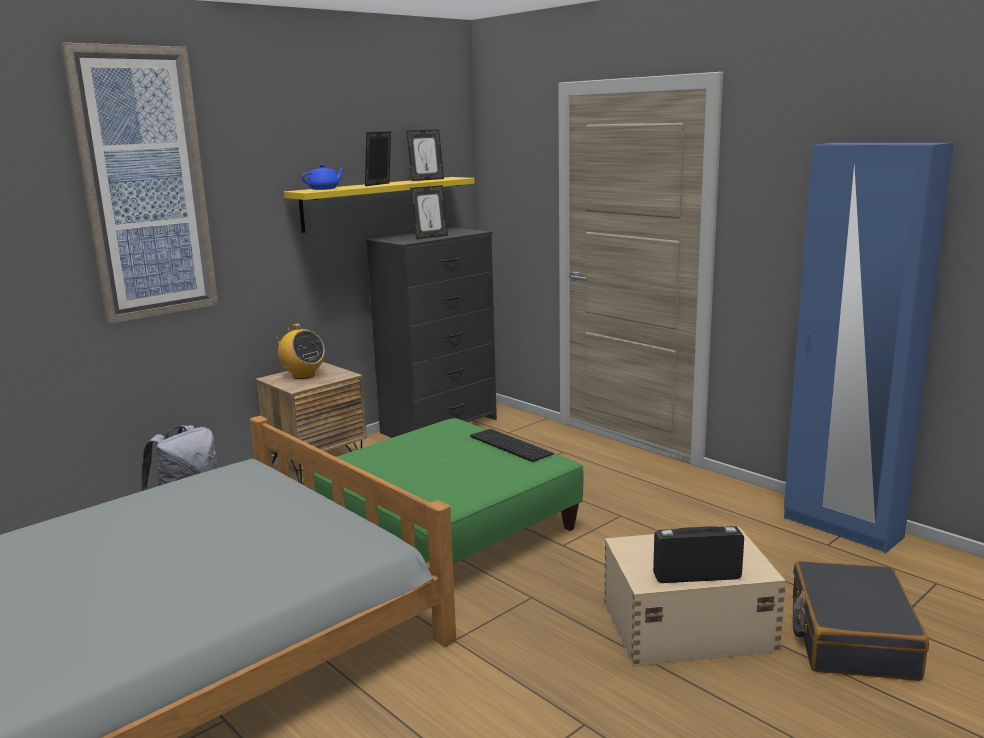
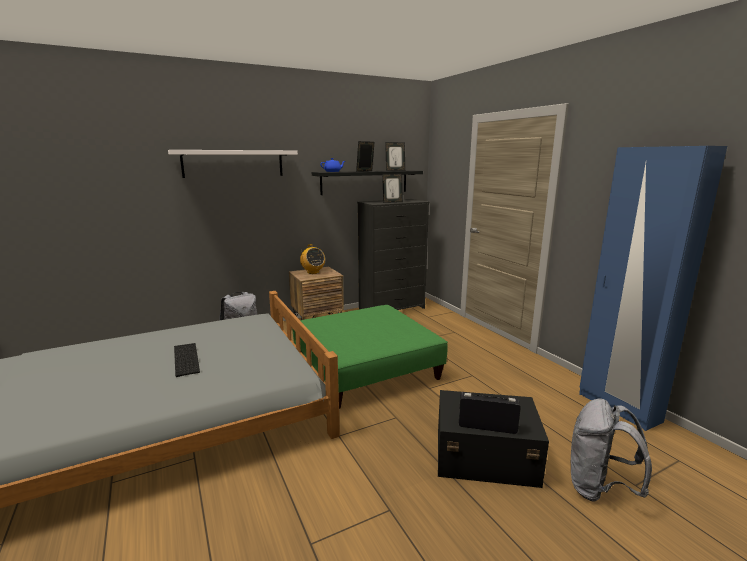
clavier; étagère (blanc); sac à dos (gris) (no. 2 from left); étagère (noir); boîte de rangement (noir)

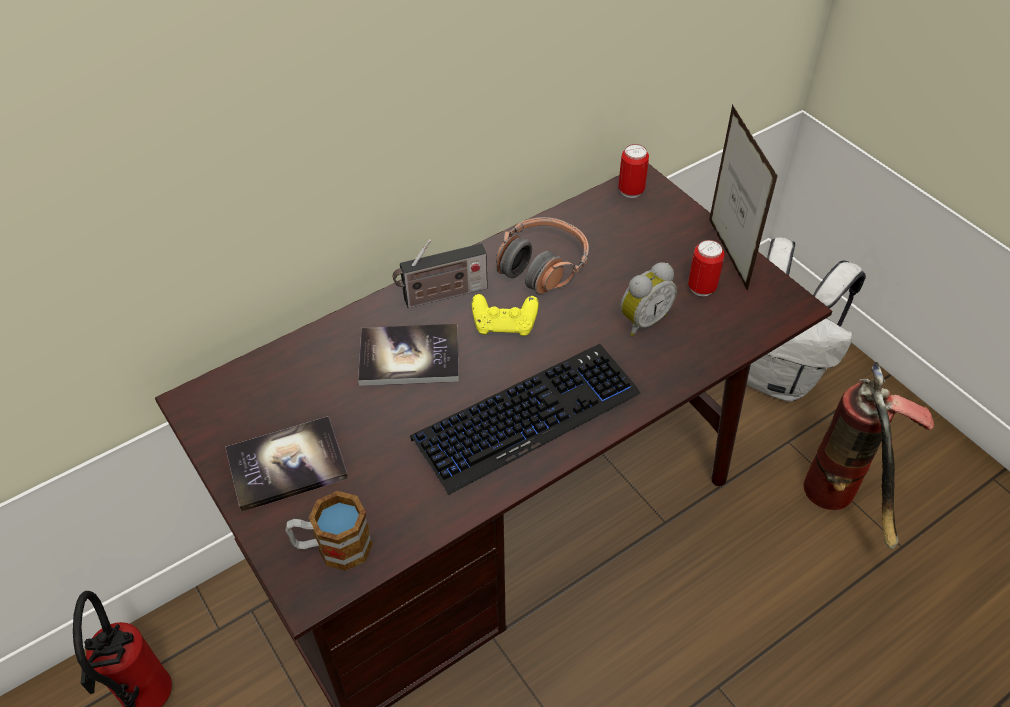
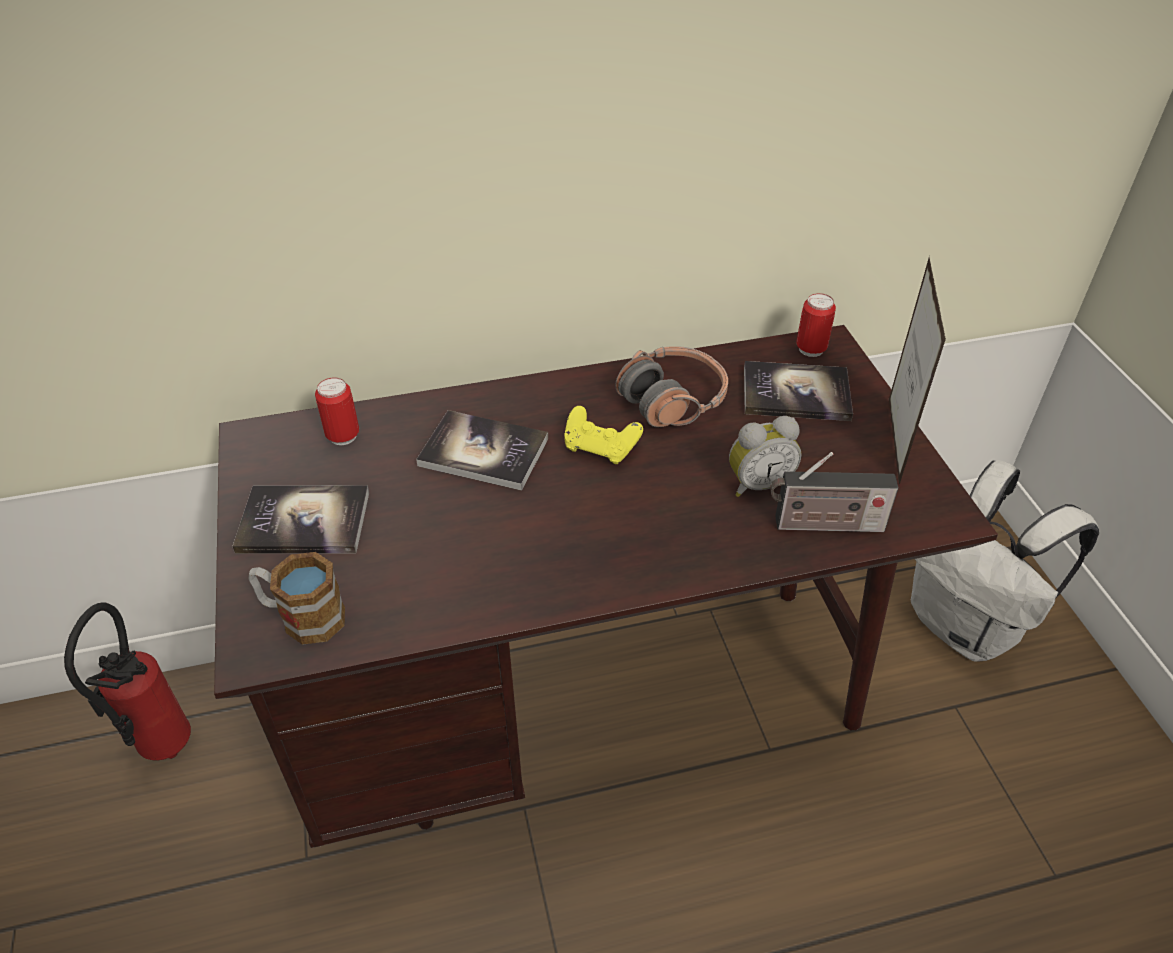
clavier; extincteur (no. 2 from left in the first image); livre (no. 3 from left); radio; boîte métallique (no. 1 from left)

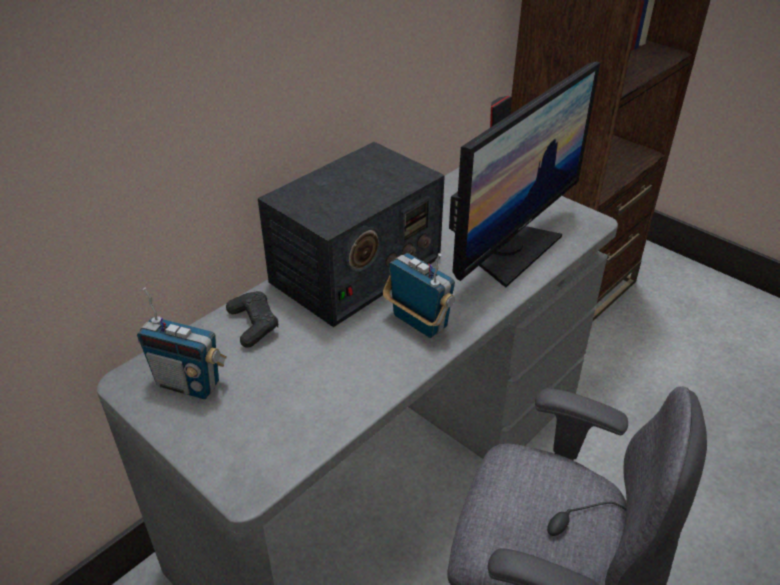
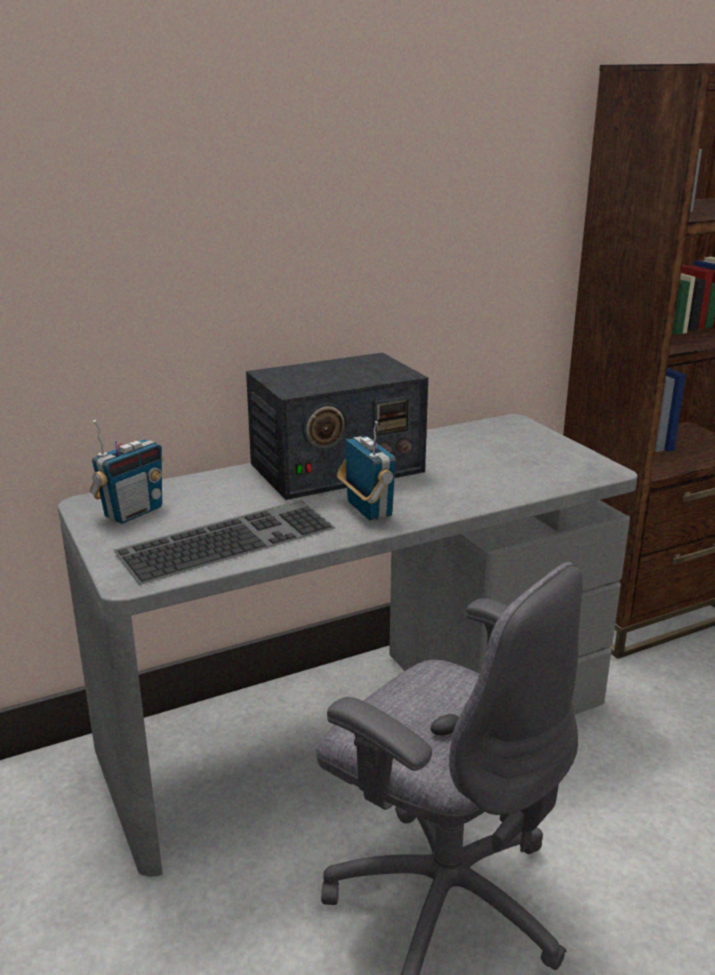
manette (noir); écran d'ordinateur; clavier; radio (no. 1 from left)

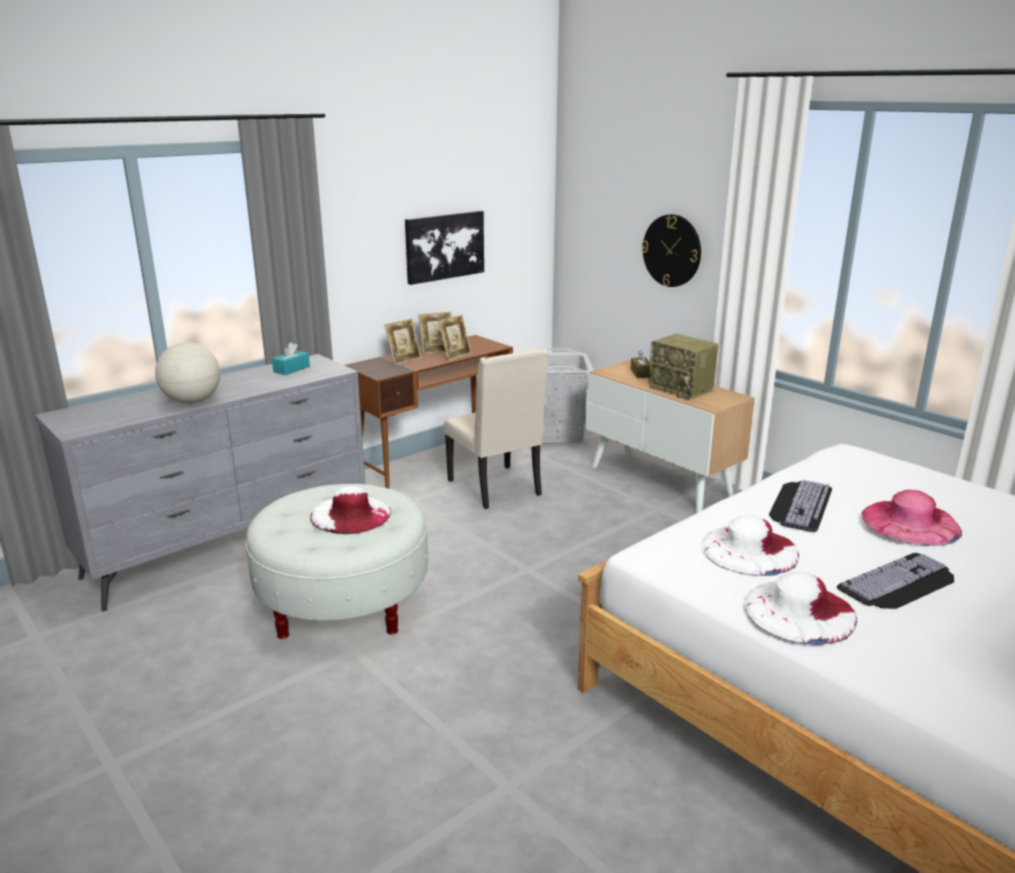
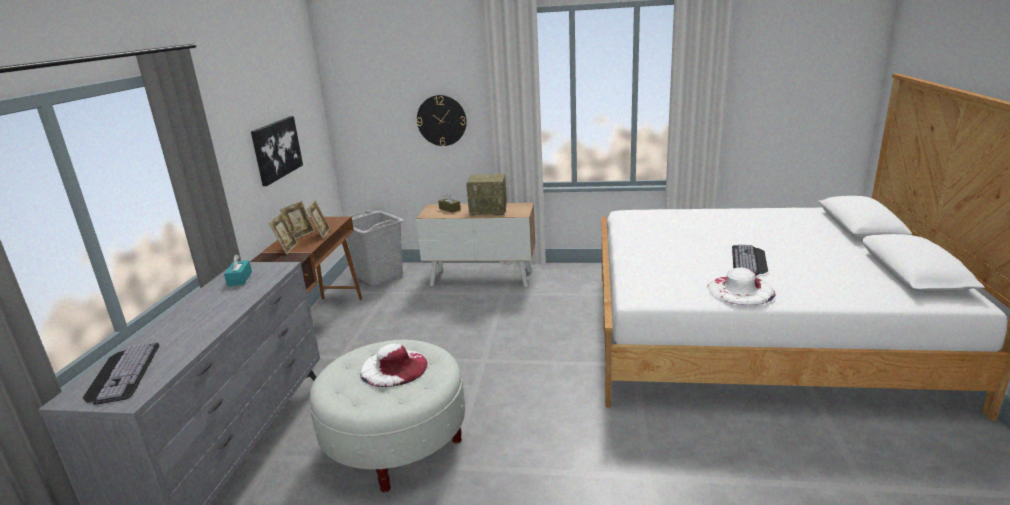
globe; chaise (beige); chapeau (blanc) (no. 2 from left in the first image); chapeau (rose); clavier (no. 1 from left)

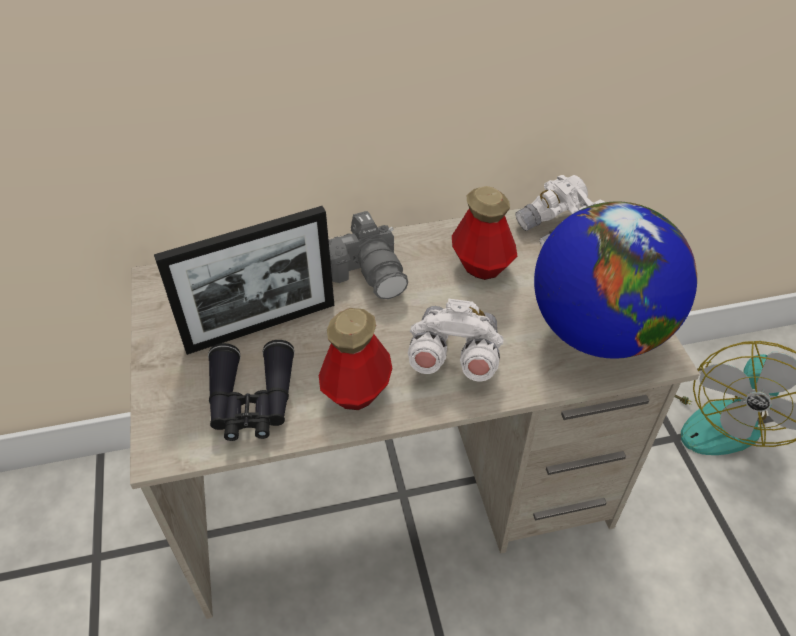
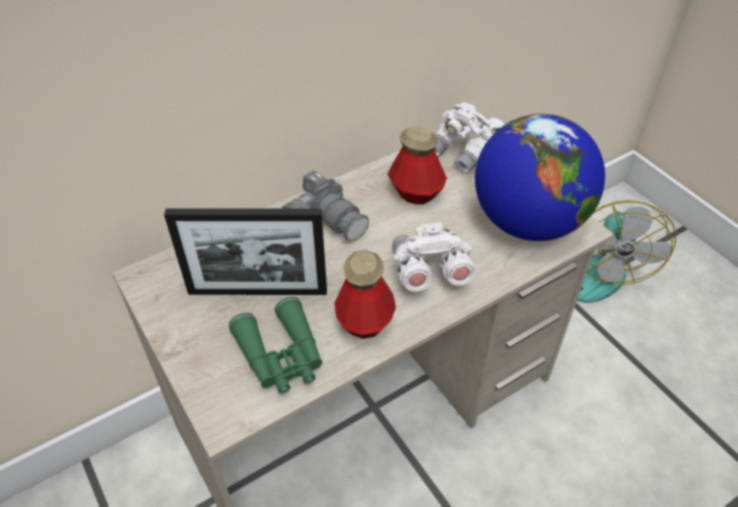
jumelles (vert); cadre photo

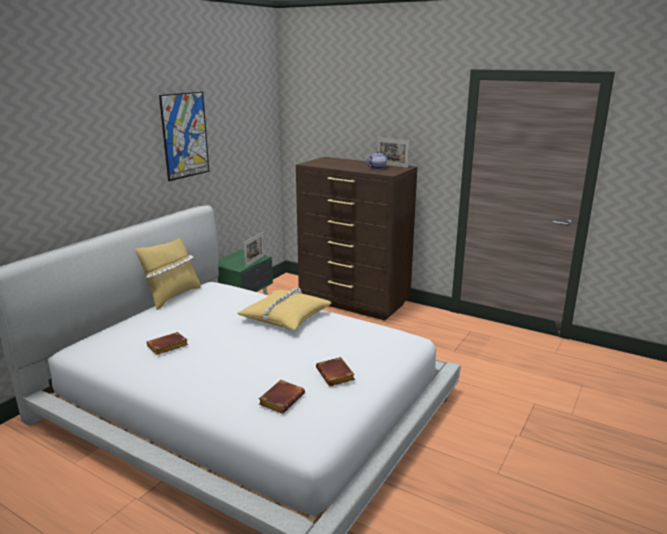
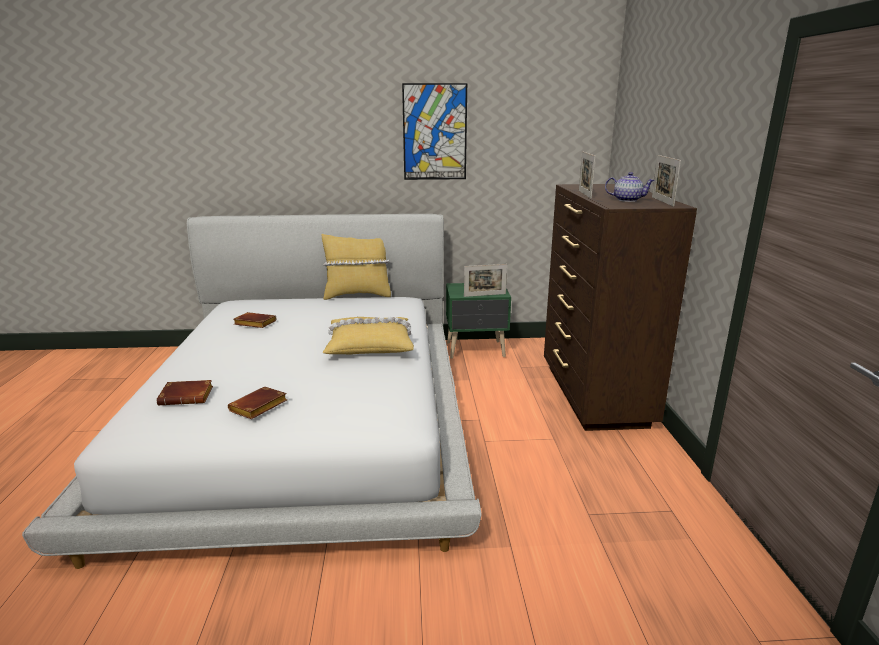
cadre photo (no. 2 from left)

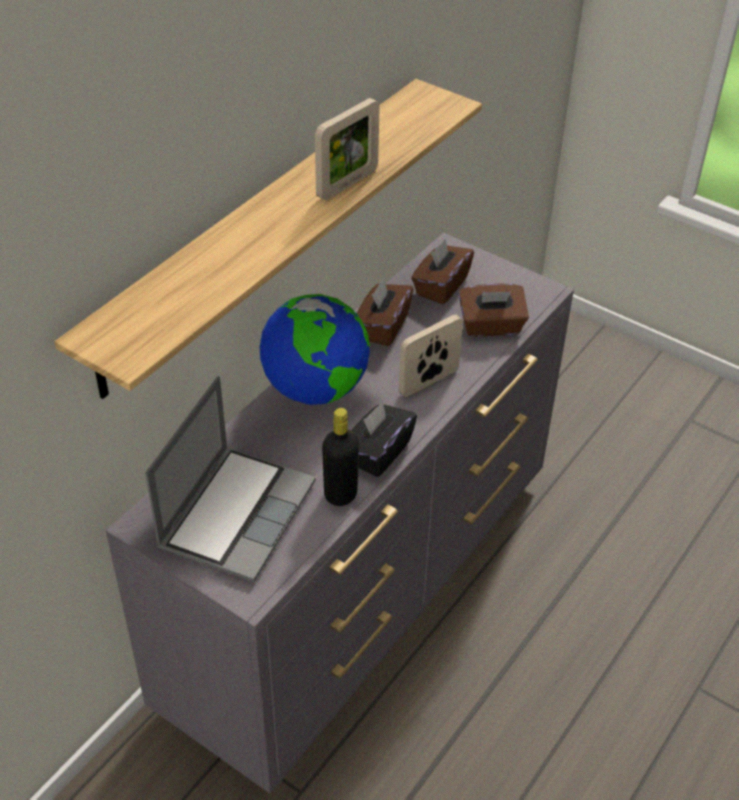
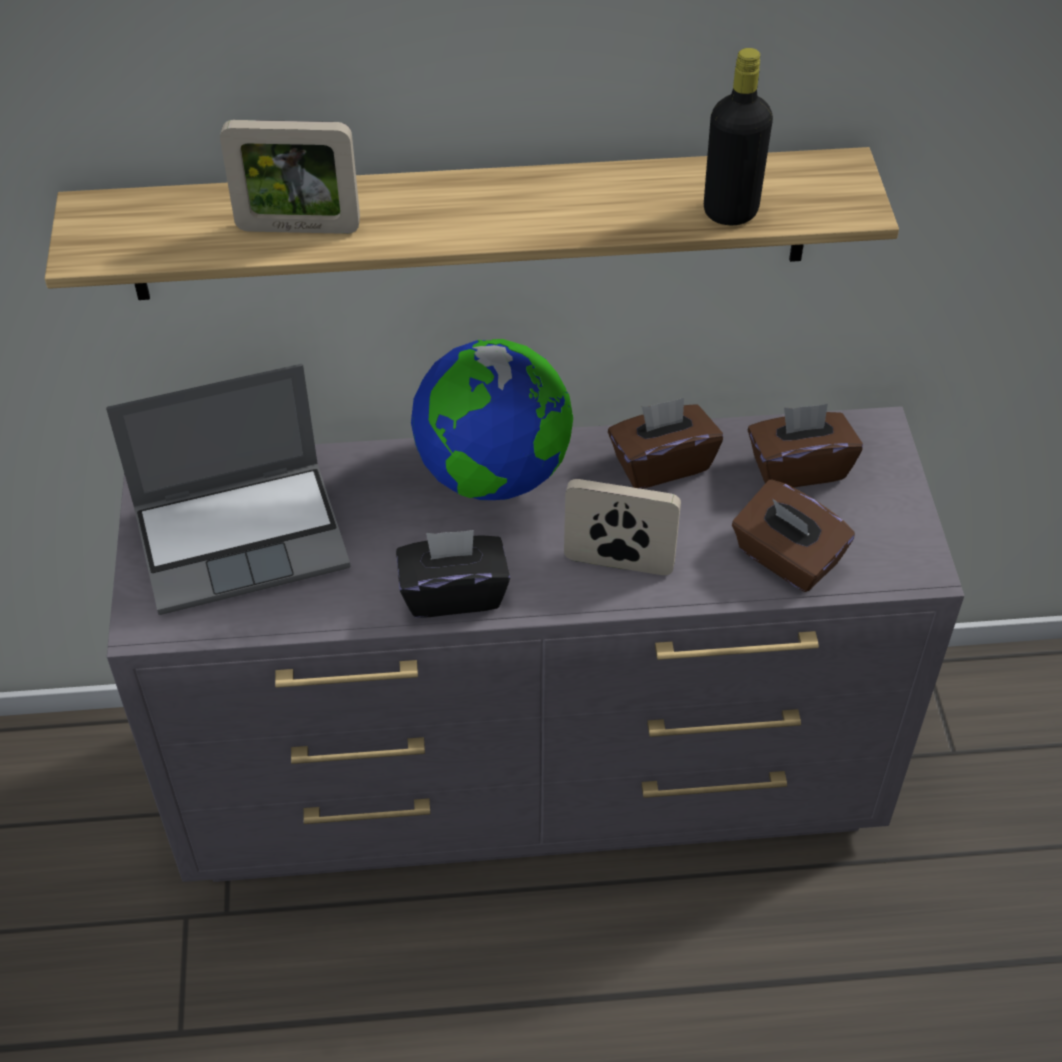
cadre photo (no. 1 from left); bouteille (noir)

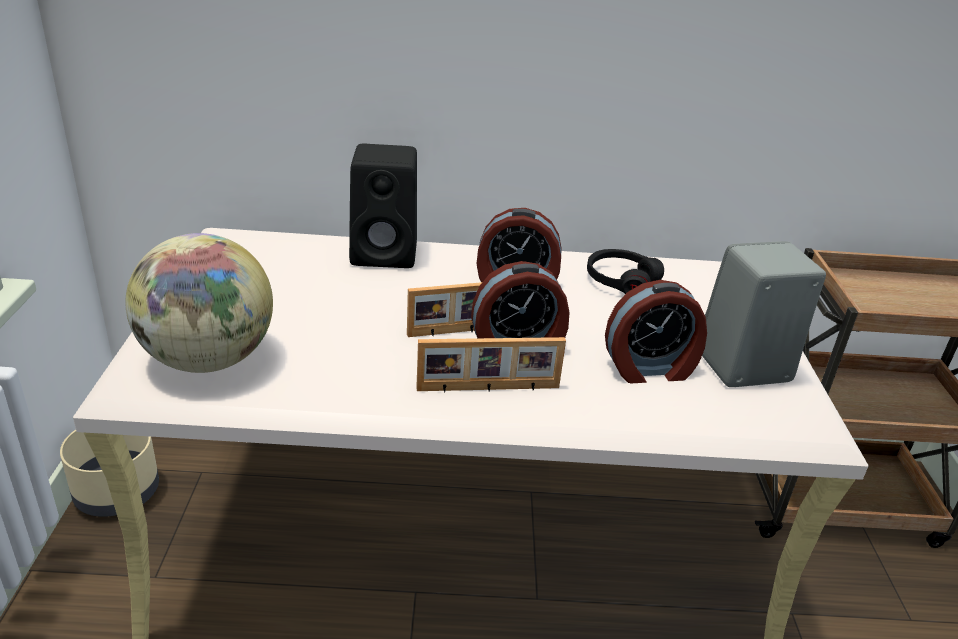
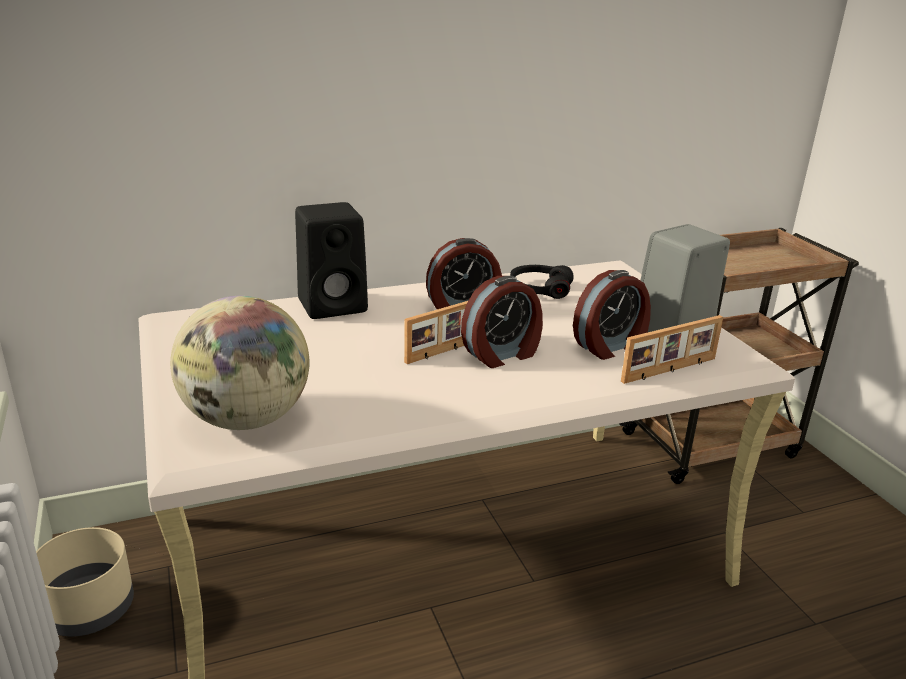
cadre photo (no. 2 from left)

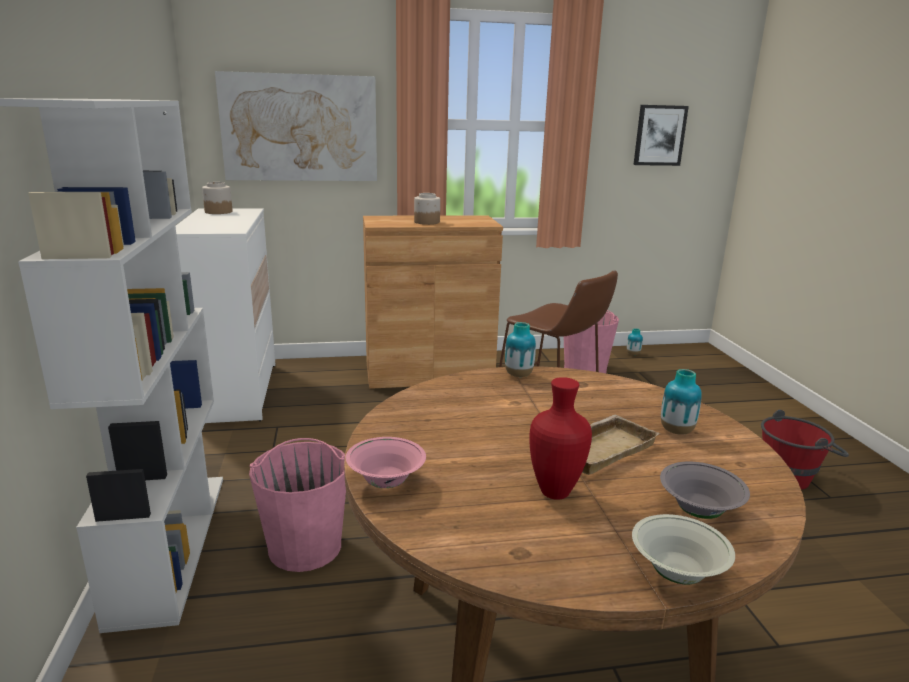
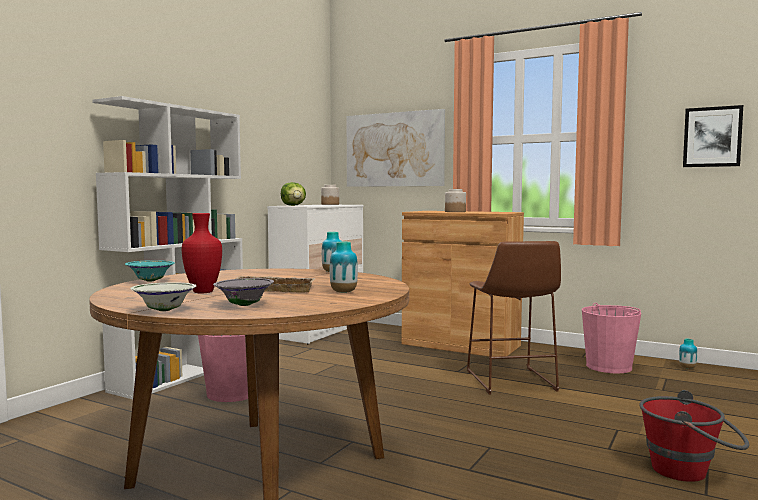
laitue; bol (turquoise)

